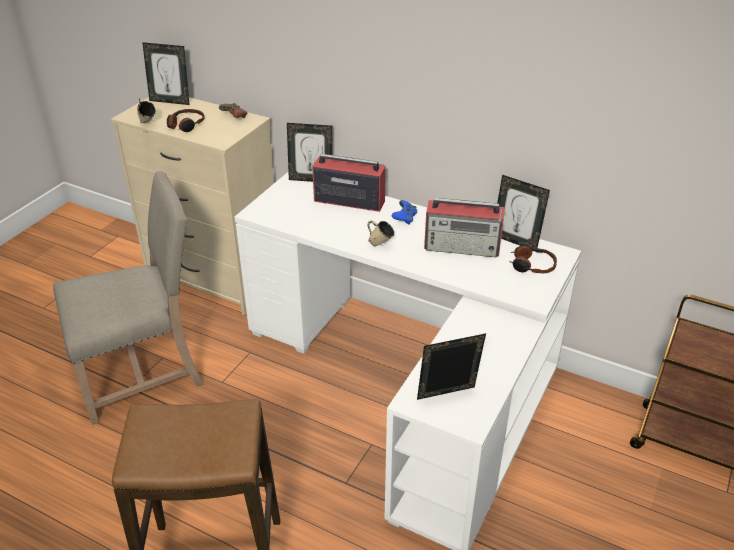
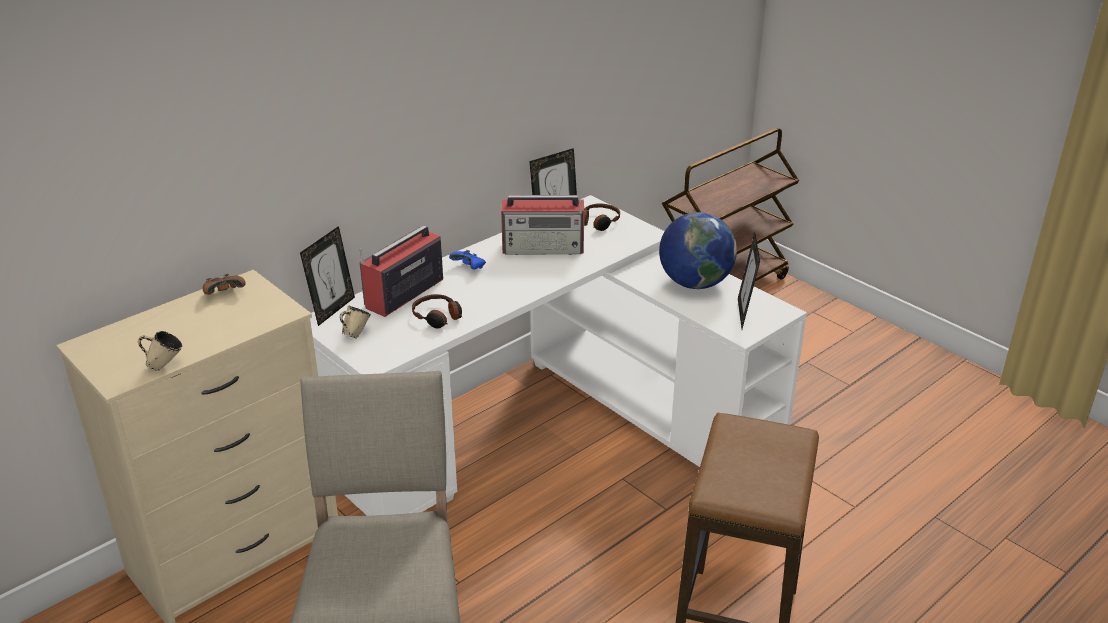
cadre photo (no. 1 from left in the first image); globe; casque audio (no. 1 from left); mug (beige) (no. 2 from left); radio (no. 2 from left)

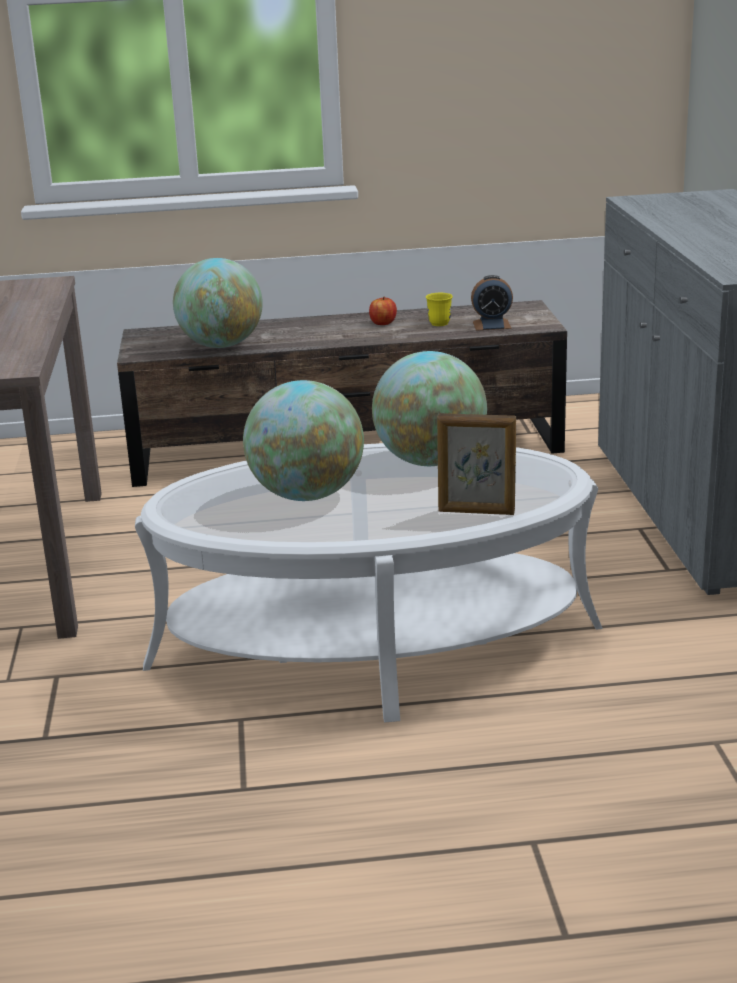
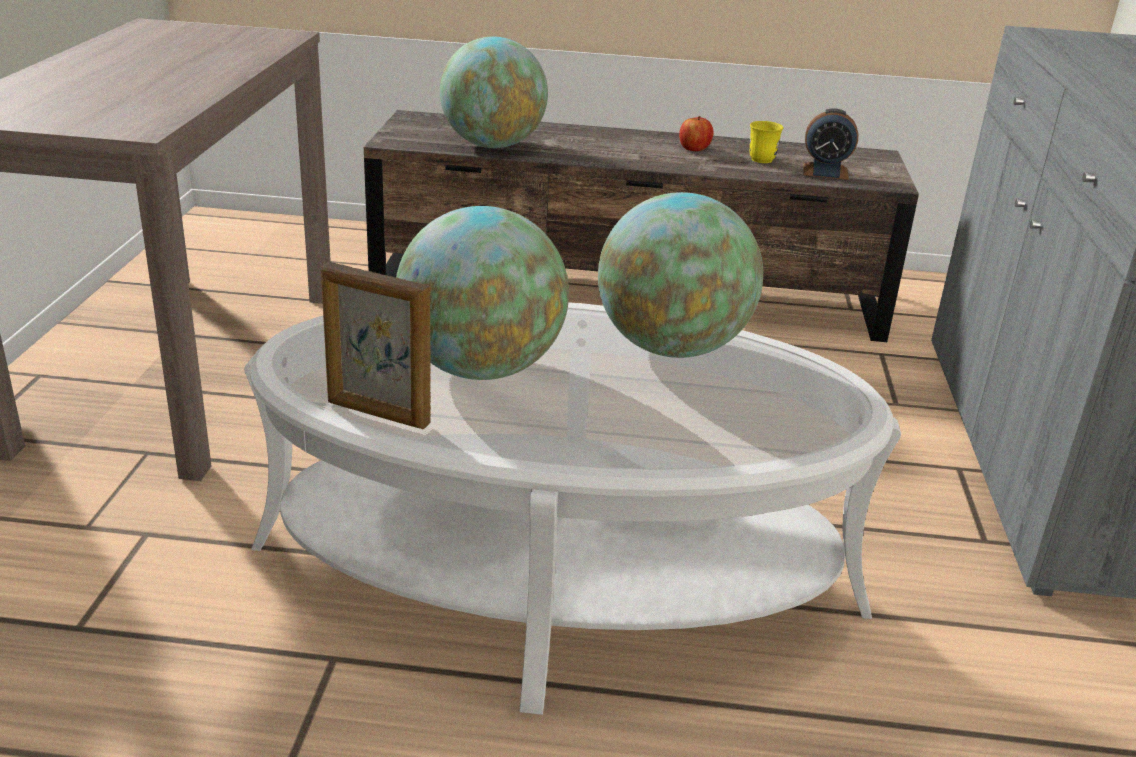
cadre photo

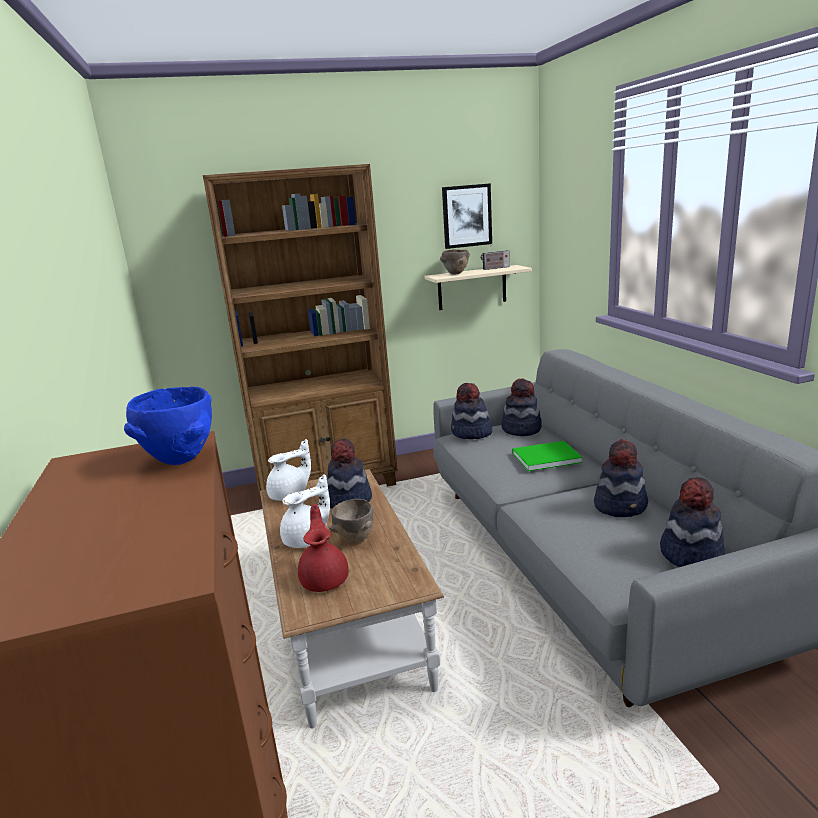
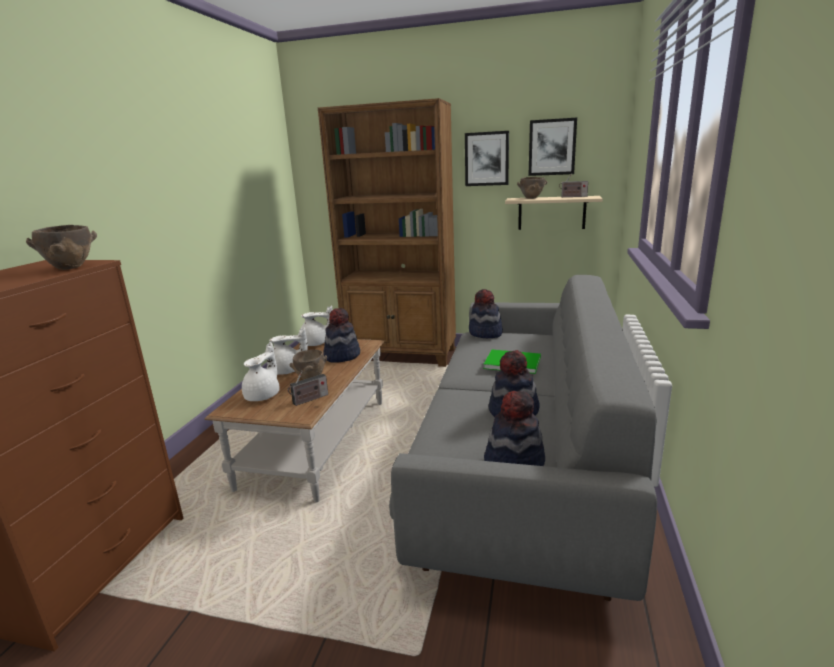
chapeau (no. 3 from left in the first image); radio (no. 1 from left); tableau (no. 1 from left); bol (marron) (no. 1 from left); théière (blanc) (no. 1 from left)

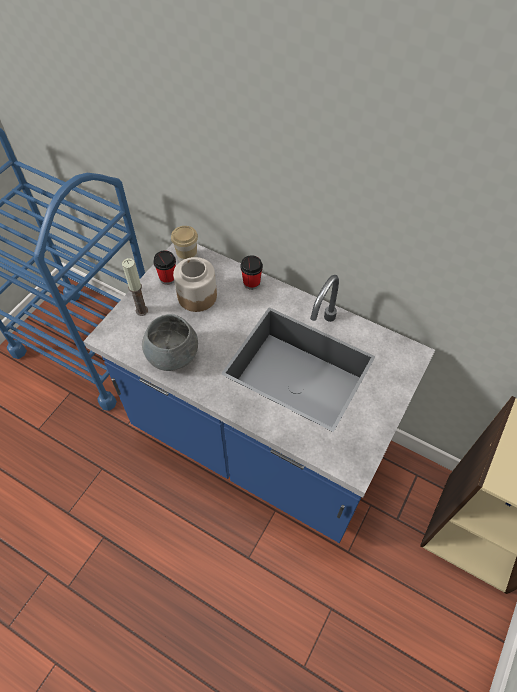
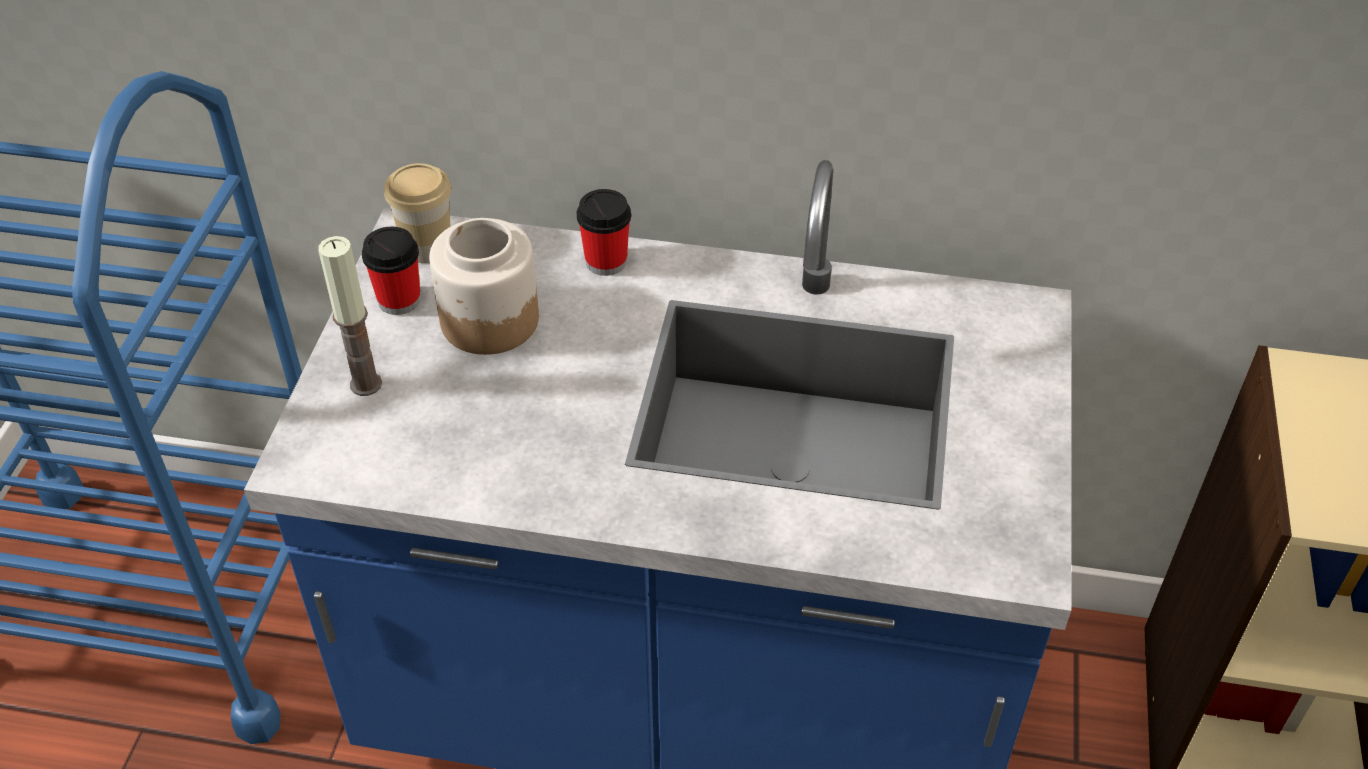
bol (gris)

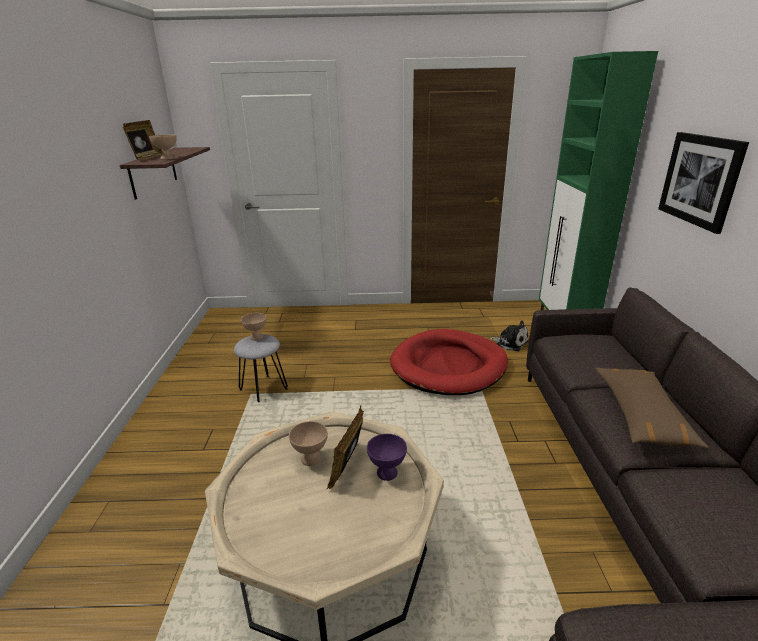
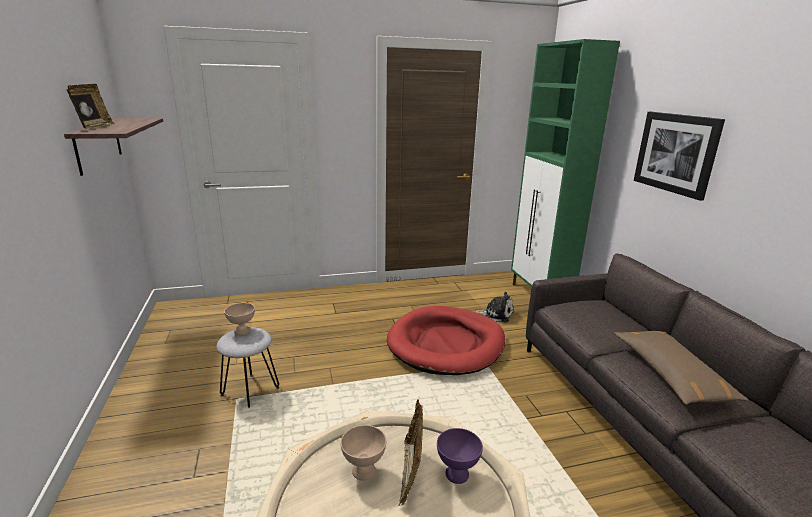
bol (beige) (no. 1 from left in the first image)

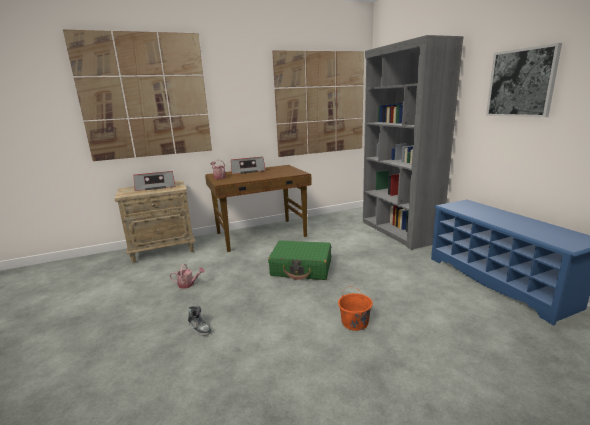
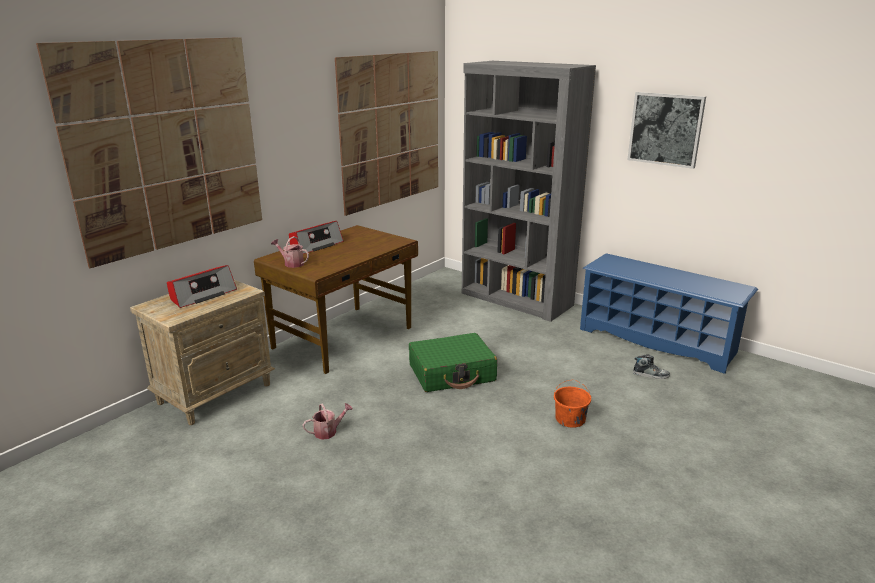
chaussure

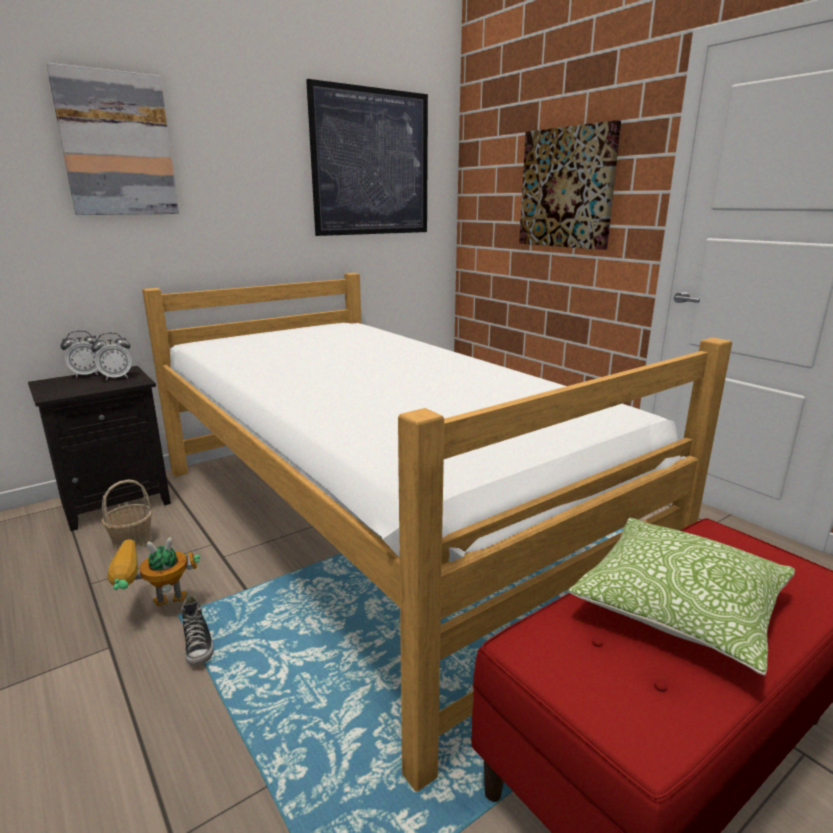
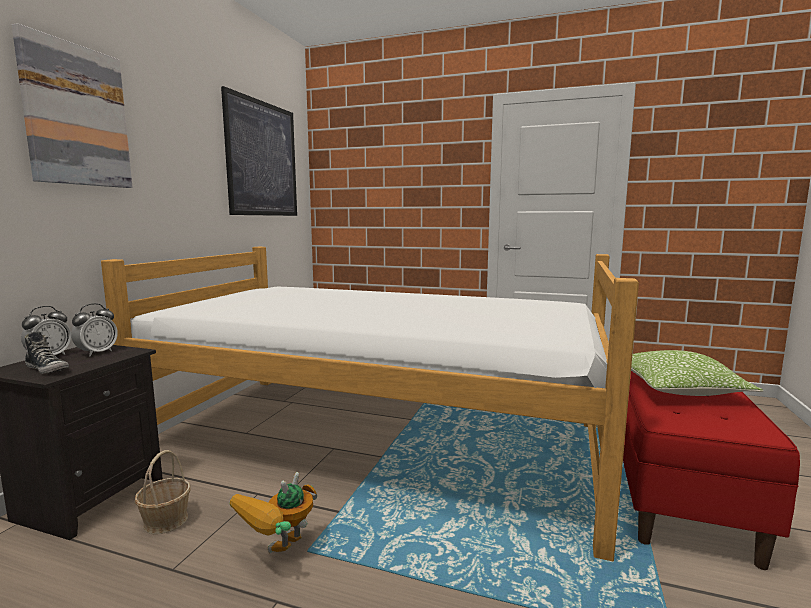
tableau (no. 3 from left in the first image); chaussure

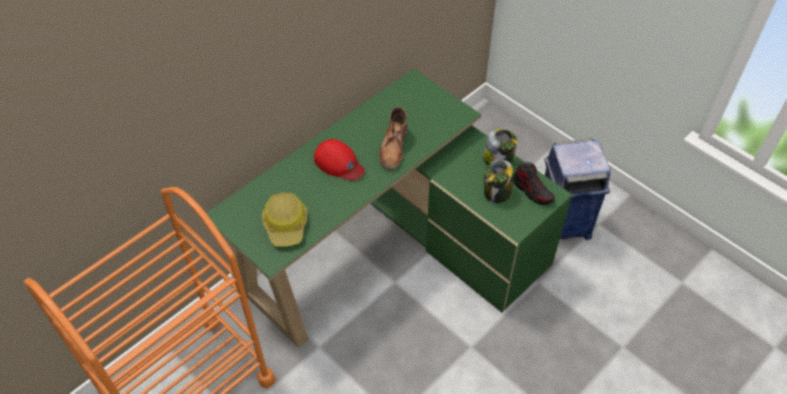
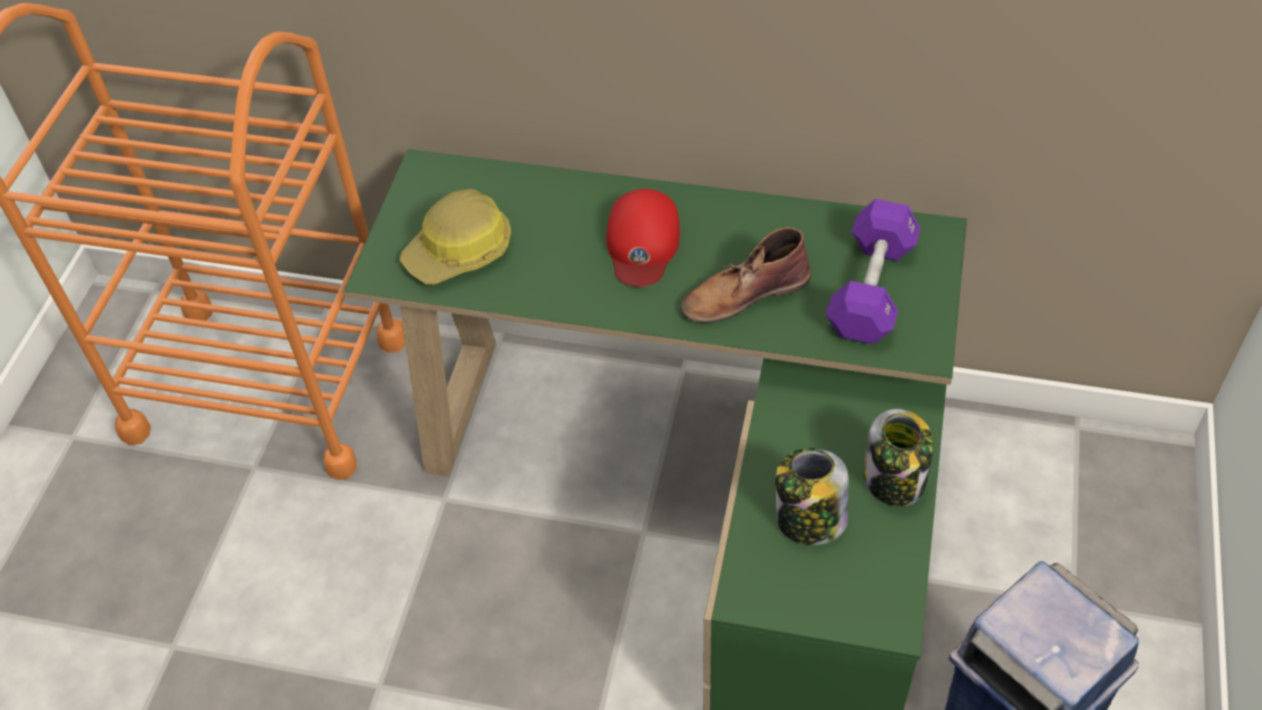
chaussure; haltère (violet)

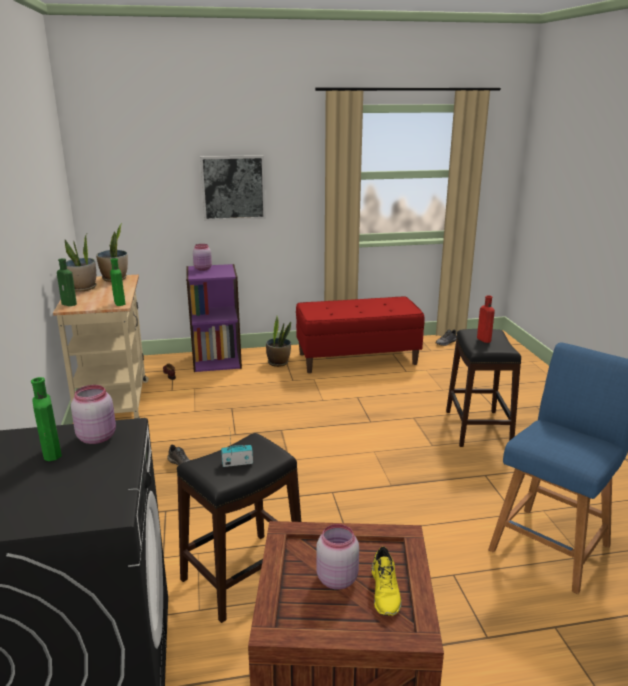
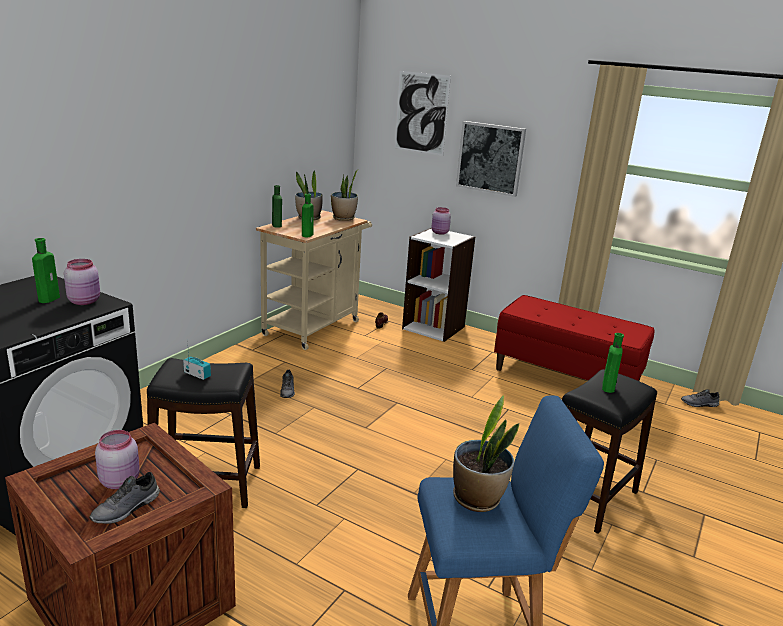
tableau (no. 1 from left); plante en pot (no. 3 from left); bibliothèque (blanc); chaussure (gris) (no. 1 from left); bouteille (vert) (no. 4 from left)

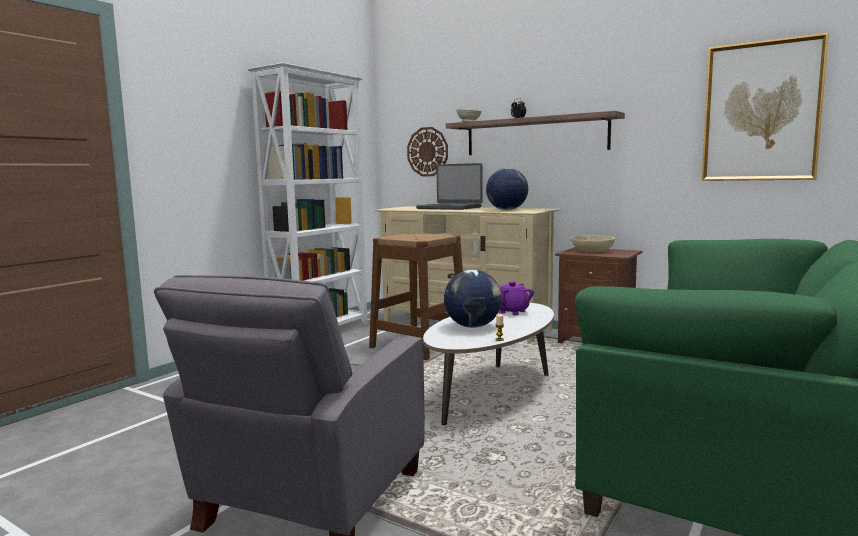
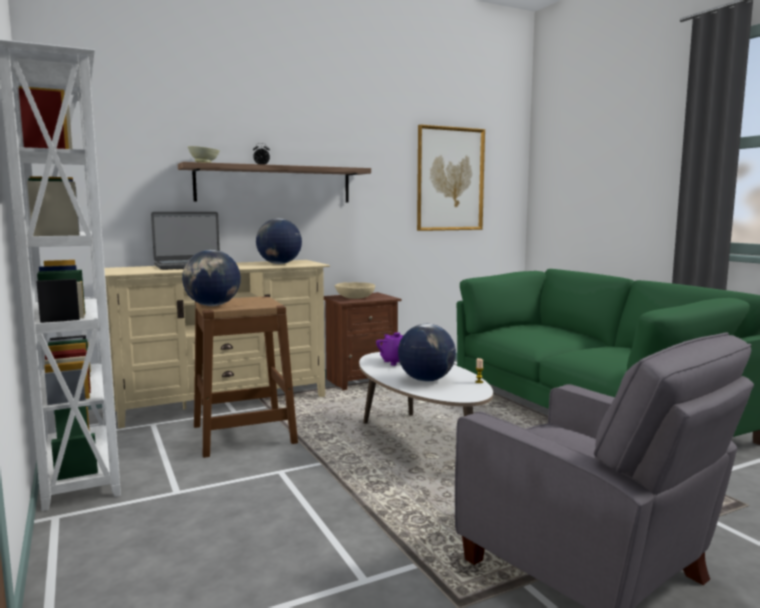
horloge murale; globe (no. 1 from left)

